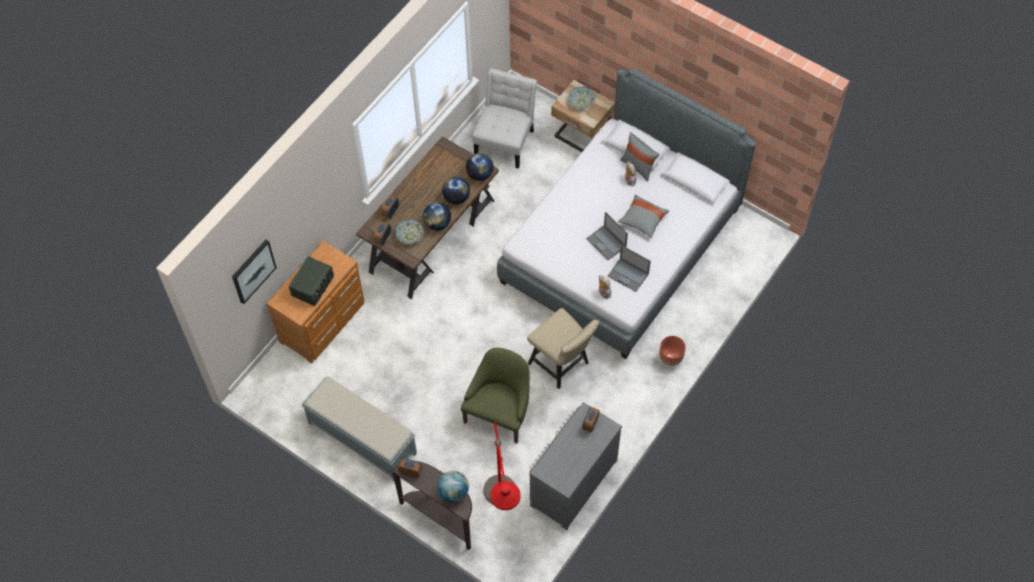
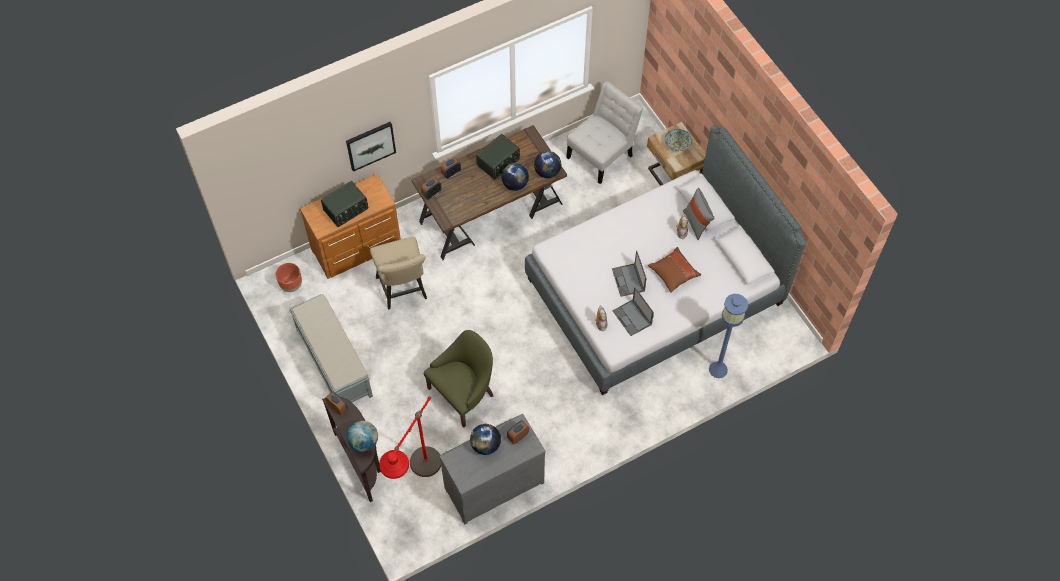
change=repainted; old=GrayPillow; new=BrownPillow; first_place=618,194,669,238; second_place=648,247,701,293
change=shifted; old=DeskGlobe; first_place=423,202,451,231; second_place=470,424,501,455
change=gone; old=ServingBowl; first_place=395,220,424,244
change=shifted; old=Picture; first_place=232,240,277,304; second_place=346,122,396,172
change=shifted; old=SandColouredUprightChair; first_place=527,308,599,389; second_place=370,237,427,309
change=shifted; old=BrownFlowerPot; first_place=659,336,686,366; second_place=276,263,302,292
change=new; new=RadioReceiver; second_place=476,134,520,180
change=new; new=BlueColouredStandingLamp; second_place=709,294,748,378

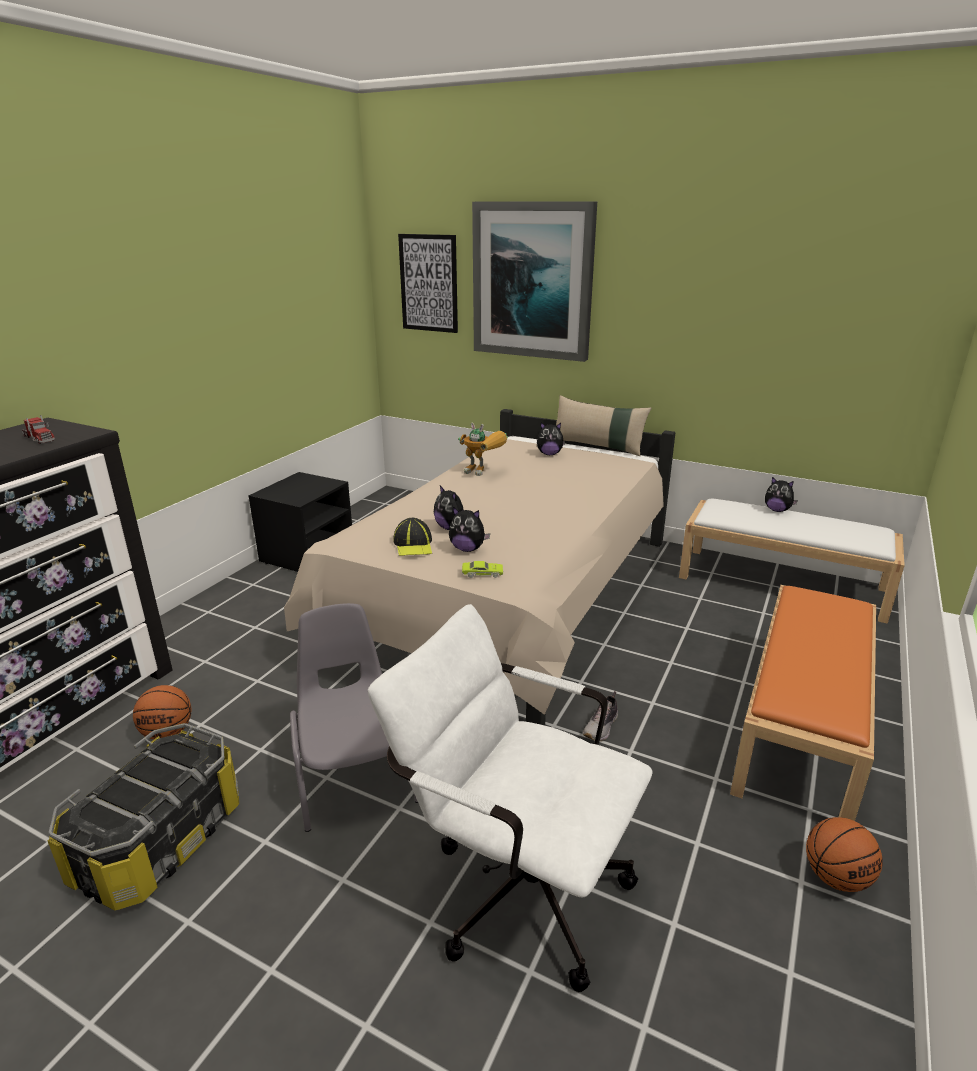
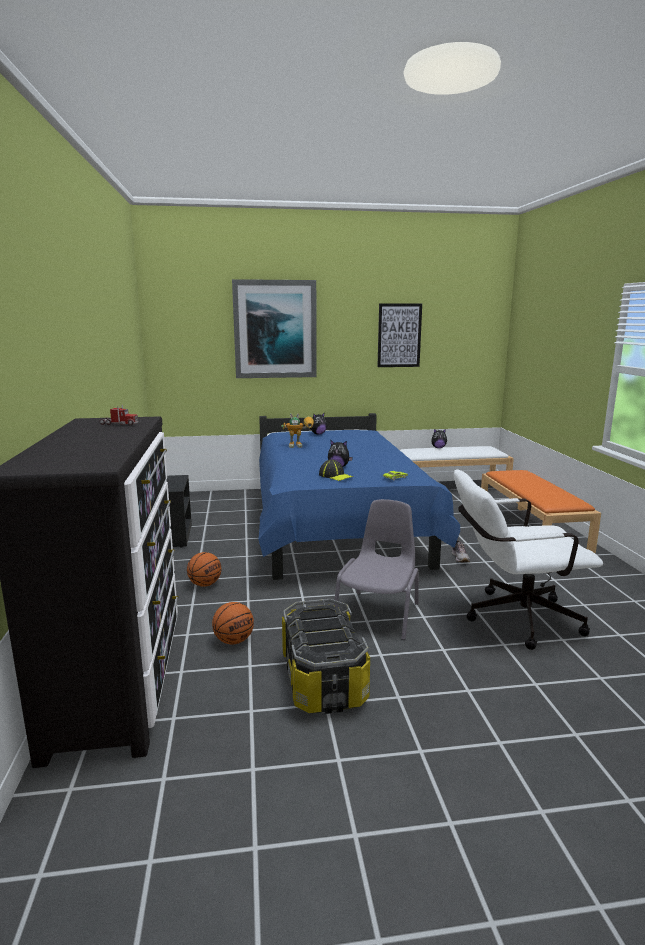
change=shifted; old=Picture; first_place=398,234,458,333; second_place=377,303,422,367
change=gone; old=SandColouredPillow; first_place=556,395,651,456
change=repainted; old=SandColouredSleepingBed; new=BlueColouredSleepingBed; first_place=284,409,675,726; second_place=258,413,460,580
change=gone; old=SoftToy; first_place=449,507,490,552
change=rotated; old=GrayUprightChair; first_place=290,603,418,832; second_place=334,499,419,640; degrees=75
change=shifted; old=BasketballBall; first_place=806,817,883,892; second_place=187,552,221,587

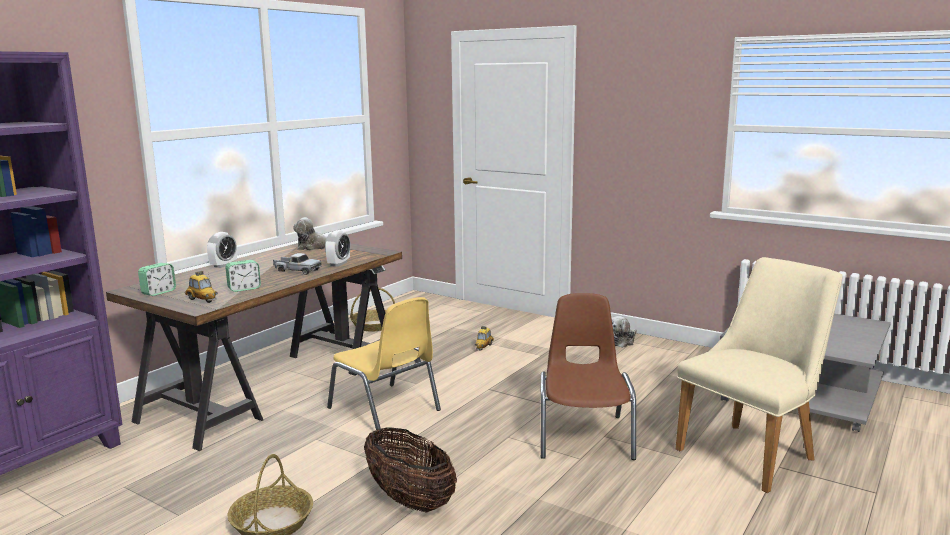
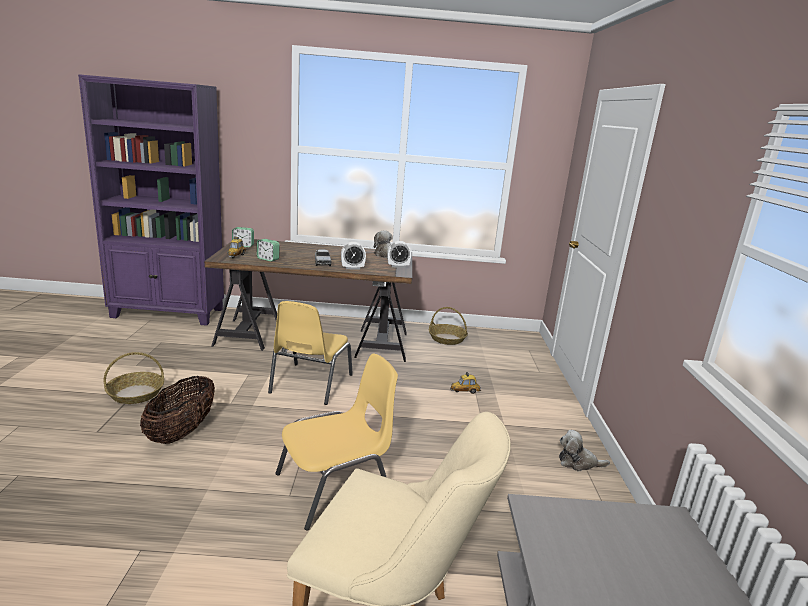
change=shifted; old=AlarmClock; first_place=207,232,237,268; second_place=387,241,411,268
change=repainted; old=BrownUprightChair; new=YellowUprightChair; first_place=540,293,636,460; second_place=275,354,398,531

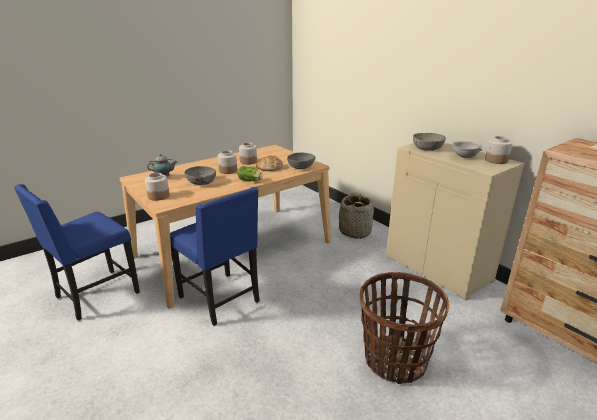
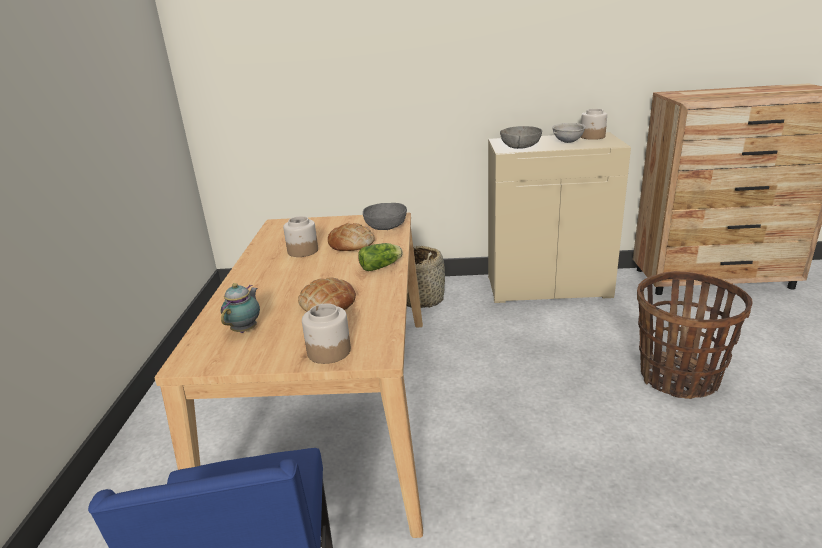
change=gone; old=StorageJar; first_place=218,150,237,174
change=swapped; old=GrayServingBowl; new=BakedBread; first_place=184,166,216,185; second_place=298,278,356,311
change=gone; old=BlueColouredUprightChair; first_place=170,187,260,326

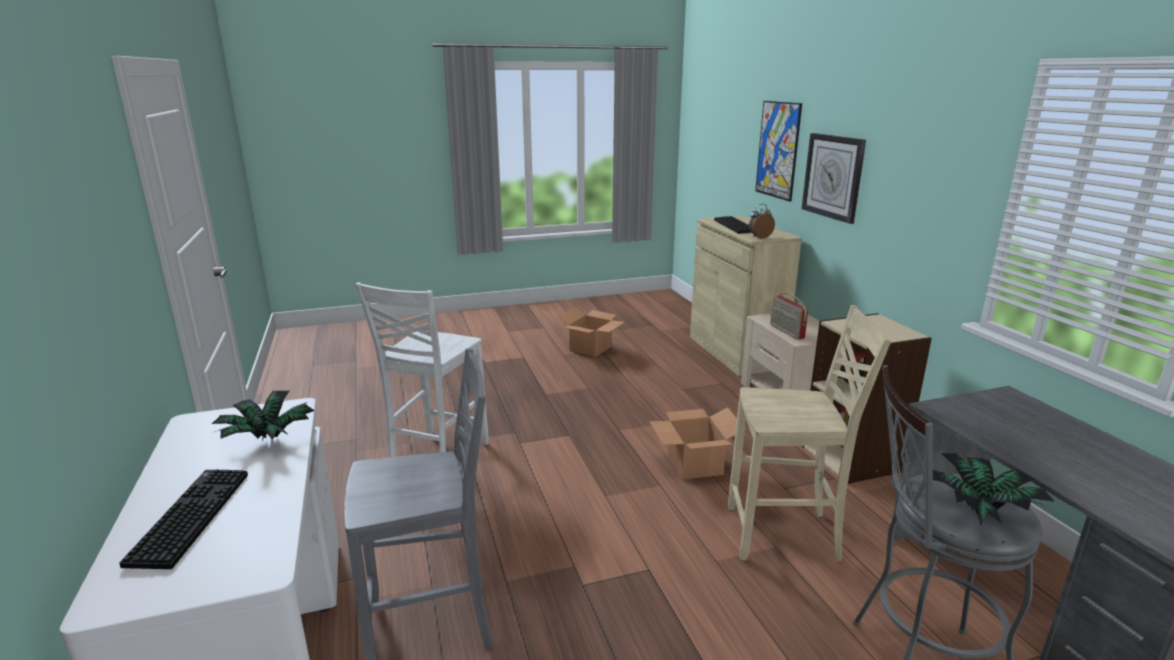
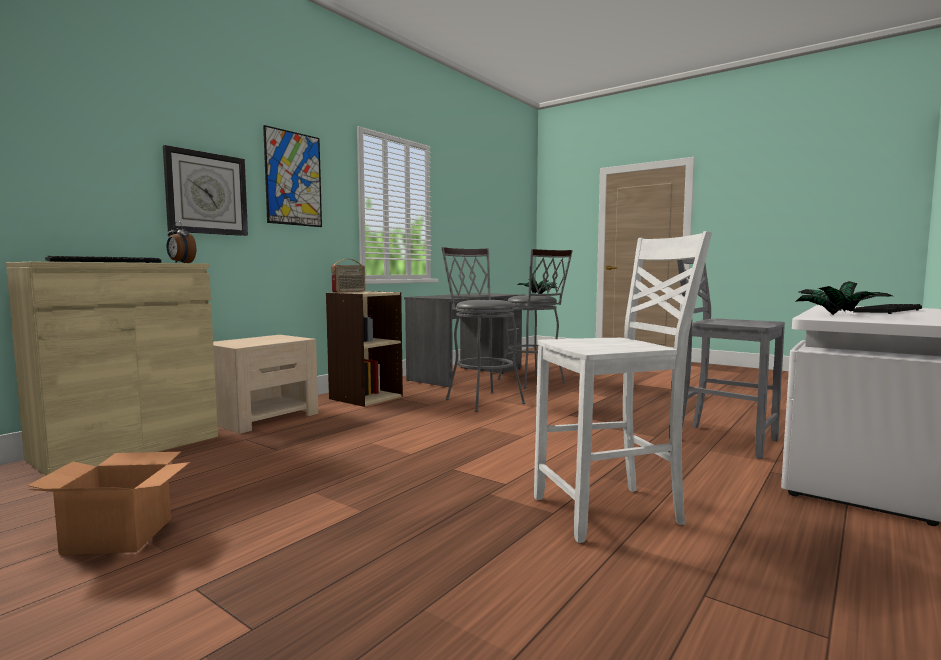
change=shifted; old=Picture; first_place=755,101,802,202; second_place=263,125,322,227
change=shifted; old=RadioReceiver; first_place=770,293,808,340; second_place=331,259,365,293
change=swapped; old=SandColouredUprightChair; new=GrayStoolSeat; first_place=728,305,891,561; second_place=442,247,526,412
change=gone; old=PackingBox; first_place=650,407,746,479

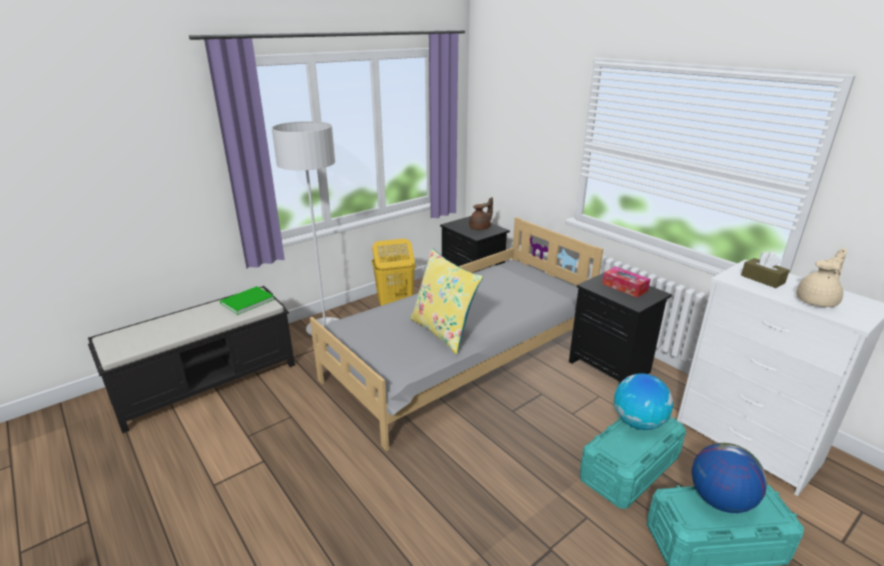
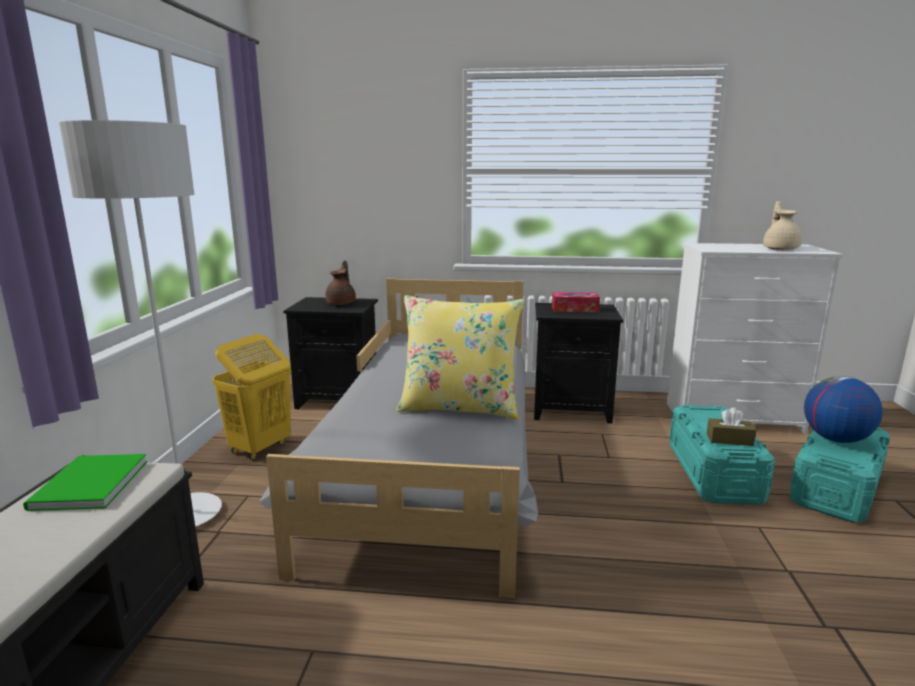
change=shifted; old=BrownTissueBox; first_place=741,252,790,288; second_place=706,407,757,446
change=gone; old=DeskGlobe; first_place=614,373,673,430

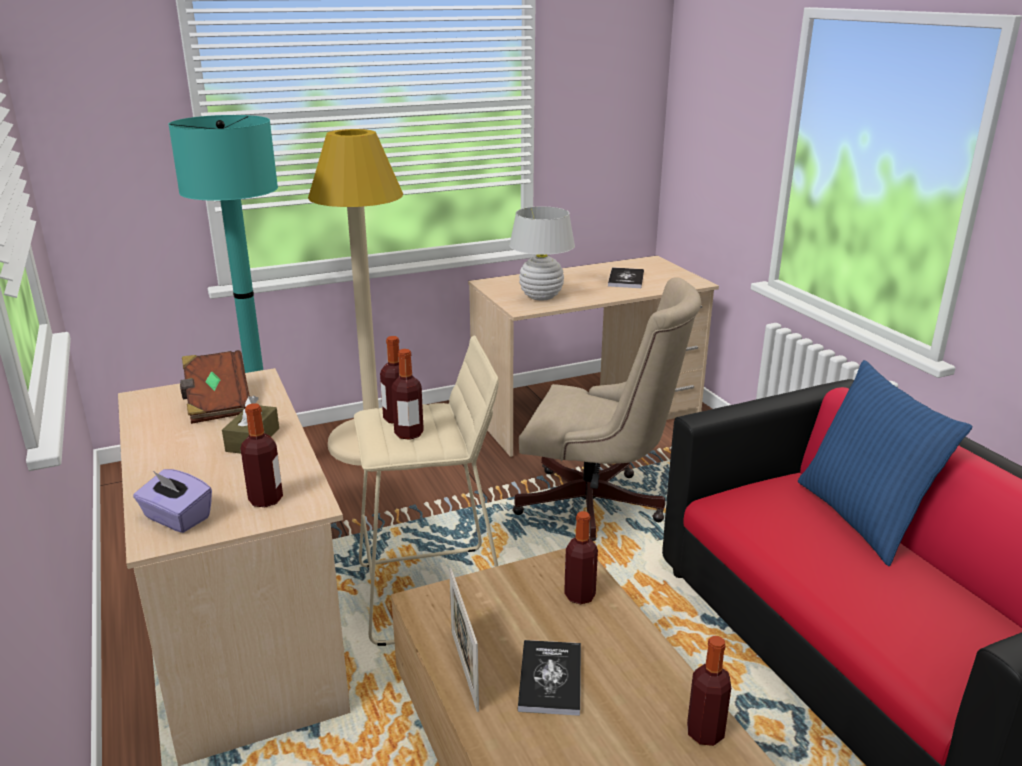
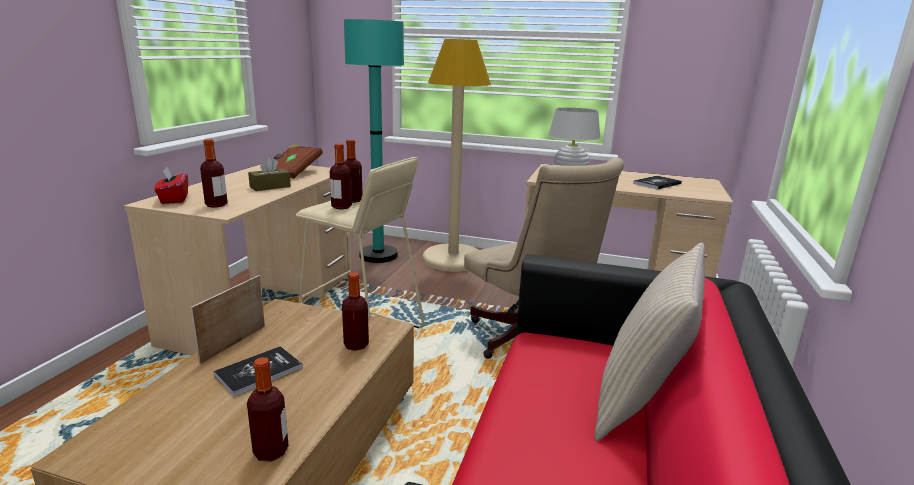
change=repainted; old=BlueColouredPillow; new=SandColouredPillow; first_place=798,360,972,566; second_place=594,242,705,441
change=repainted; old=PurplishTissueBox; new=RedColouredTissueBox; first_place=133,469,212,533; second_place=154,167,188,204

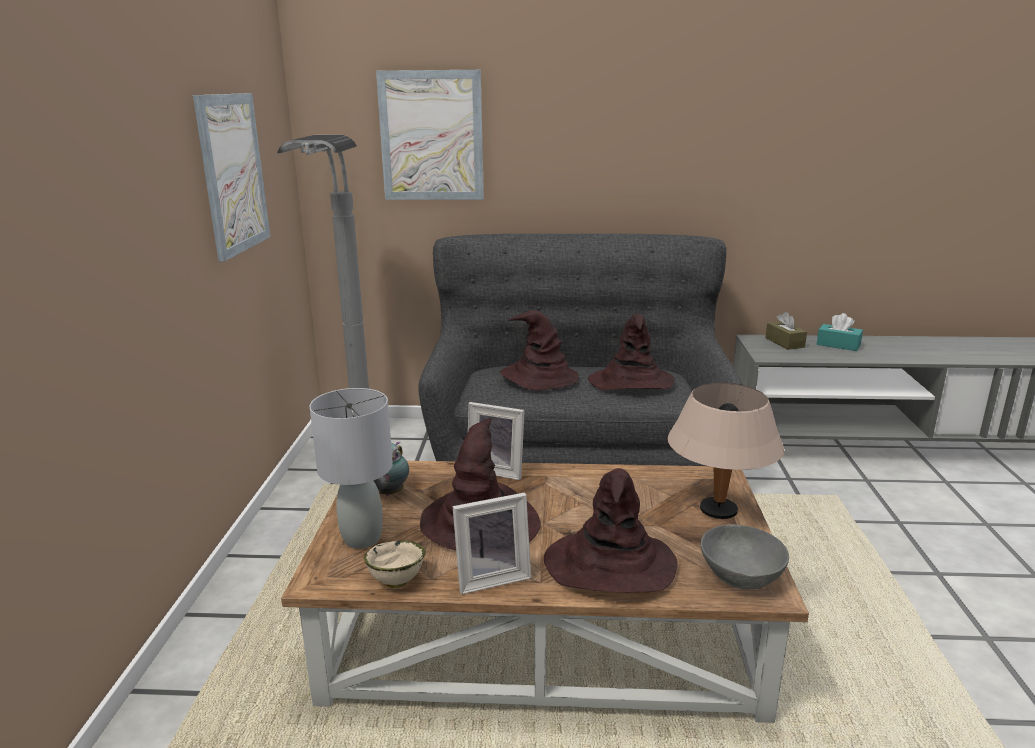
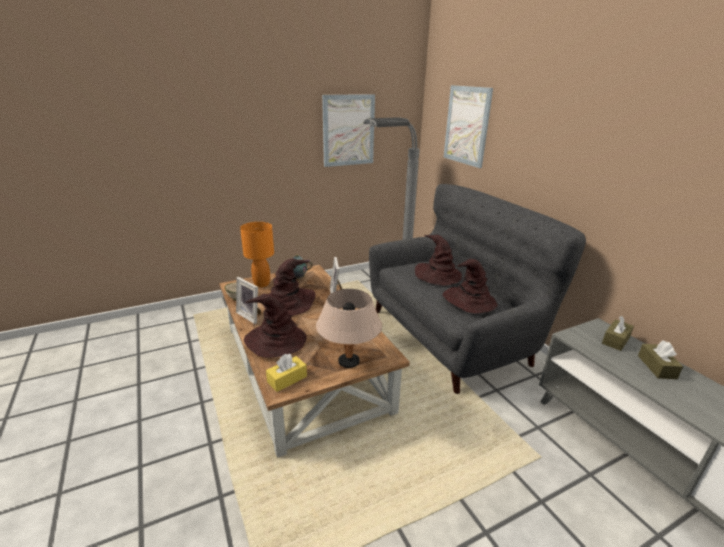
change=repainted; old=TurquoiseTissueBox; new=BrownTissueBox; first_place=817,313,863,351; second_place=638,340,683,379
change=repainted; old=GrayLampForATable; new=OrangeColouredLampForATable; first_place=310,388,393,549; second_place=240,222,274,287
change=swapped; old=GrayServingBowl; new=YellowTissueBox; first_place=701,524,789,590; second_place=266,354,307,392

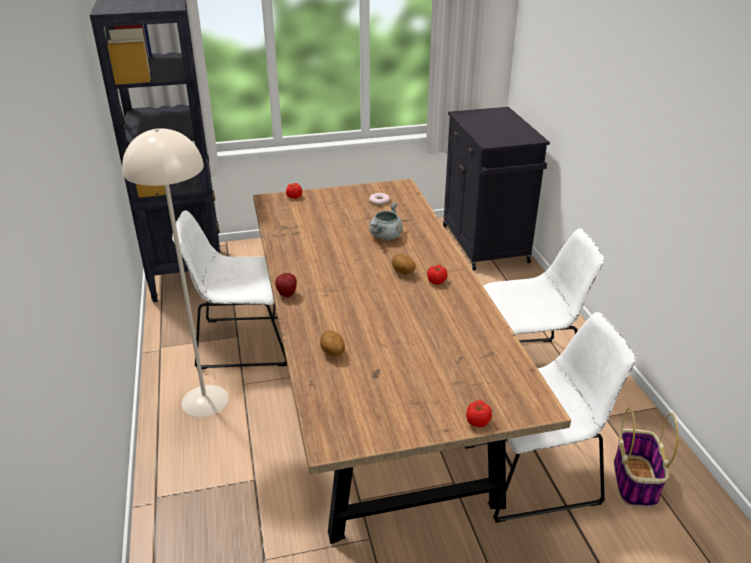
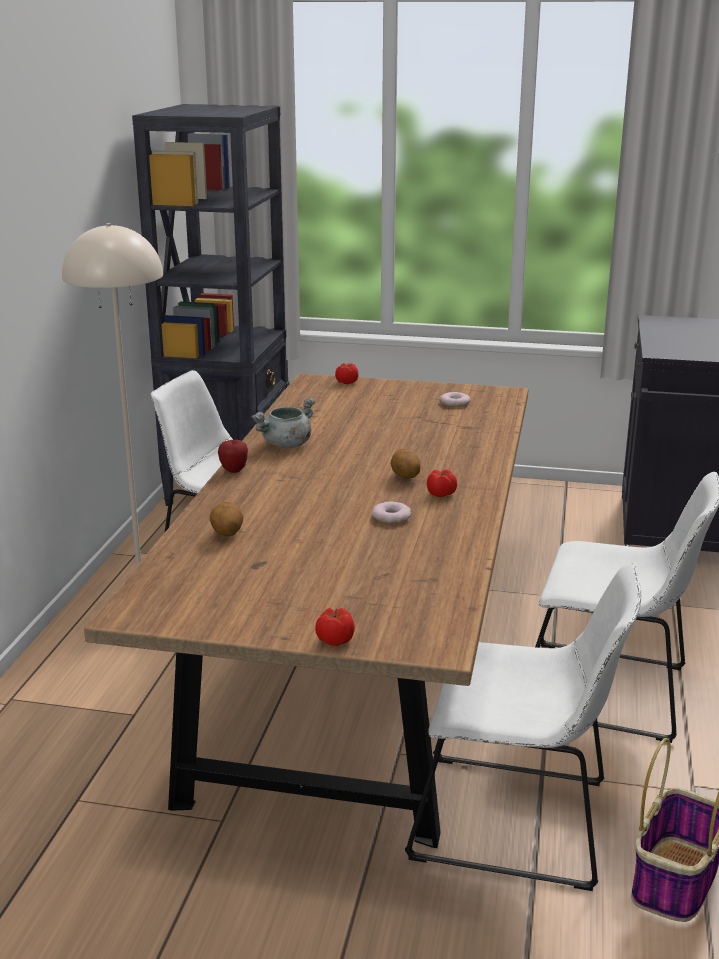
change=shifted; old=GrayCookingPot; first_place=369,202,403,240; second_place=251,398,315,448
change=new; new=RingDoughnut; second_place=372,502,411,524

